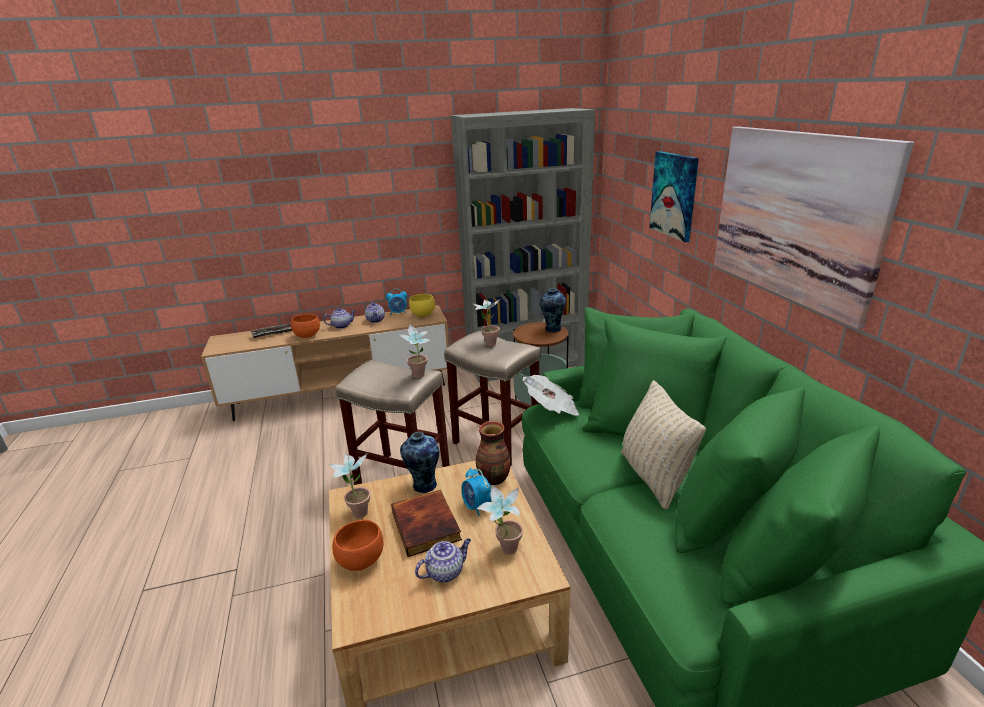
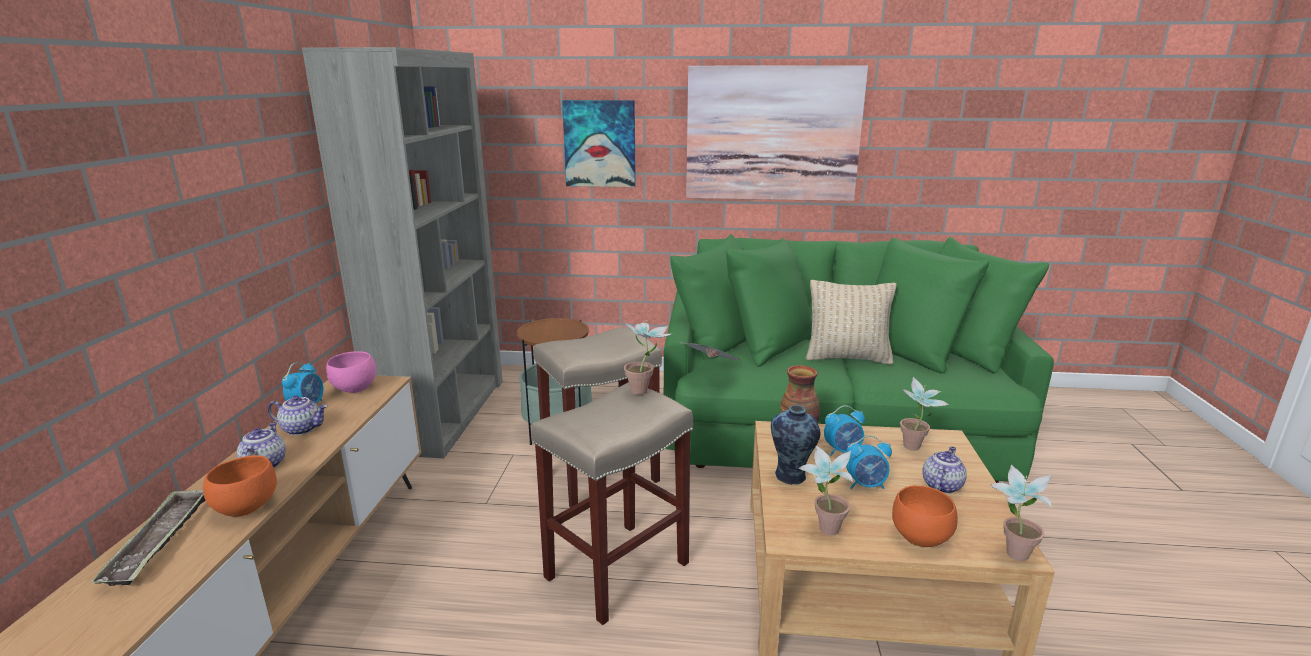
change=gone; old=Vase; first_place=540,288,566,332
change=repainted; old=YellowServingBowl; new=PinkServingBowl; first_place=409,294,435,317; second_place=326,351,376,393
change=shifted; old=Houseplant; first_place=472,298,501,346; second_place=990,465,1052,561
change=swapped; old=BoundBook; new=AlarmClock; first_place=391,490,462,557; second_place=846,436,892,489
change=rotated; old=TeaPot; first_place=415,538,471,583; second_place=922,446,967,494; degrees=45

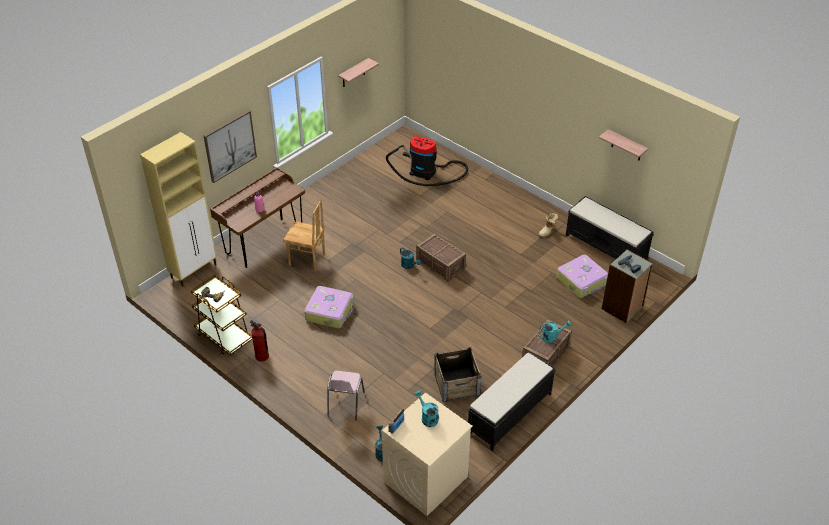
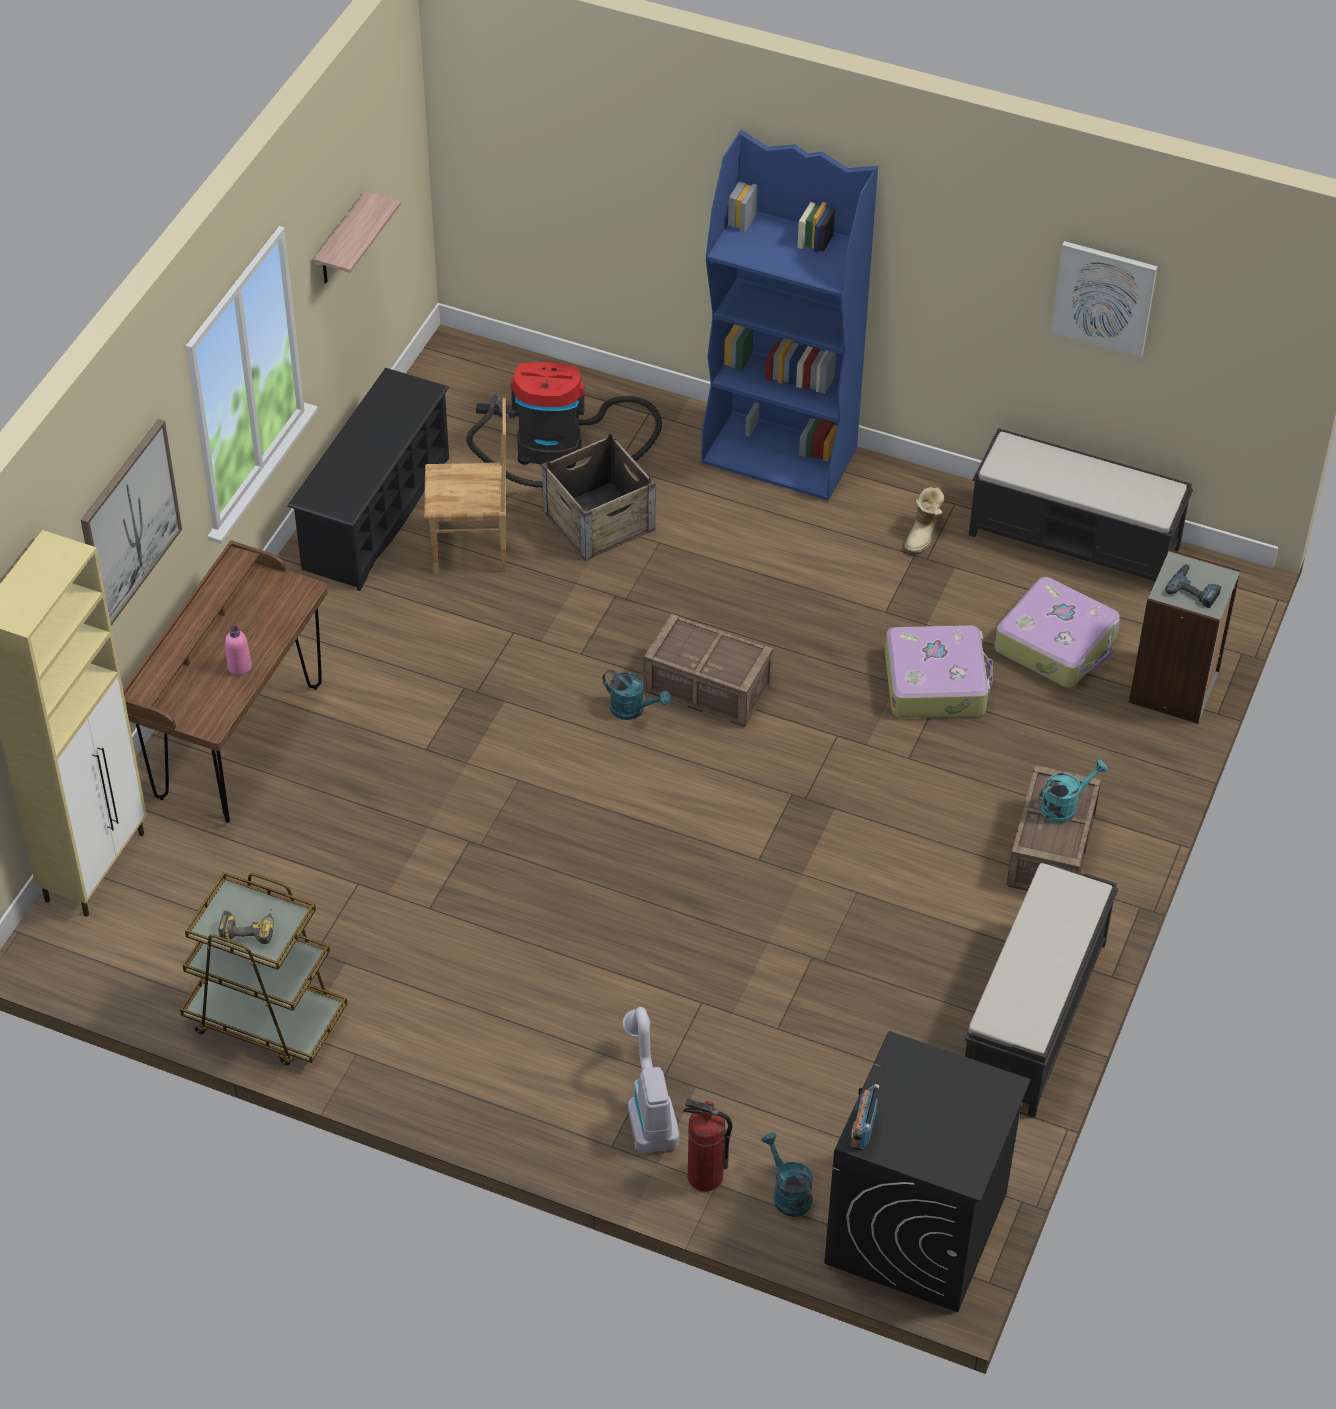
change=swapped; old=BracketShelf; new=Picture; first_place=599,129,648,160; second_place=1051,241,1158,357
change=shifted; old=BrownUprightChair; first_place=283,200,325,271; second_place=424,398,506,574
change=shifted; old=Suitcase; first_place=304,286,354,328; second_place=885,625,993,718
change=shifted; old=FireExtinguisher; first_place=250,320,269,361; second_place=683,1099,733,1192
change=shifted; old=PackingCrate; first_place=434,347,481,402; second_place=542,434,656,561
change=swapped; old=PinkUprightChair; new=Hoover; first_place=327,371,365,421; second_place=622,1007,679,1153
change=gone; old=TurquoiseSprinklingCan; first_place=415,391,439,427
change=repainted; old=SandColouredWashingMachine; new=BlackColouredWashingMachine; first_place=382,393,473,516; second_place=824,1031,1031,1312
change=new; new=BlueColouredBookshelf; second_place=701,130,878,501
change=new; new=BlackColouredShoeStand; second_place=287,368,449,591

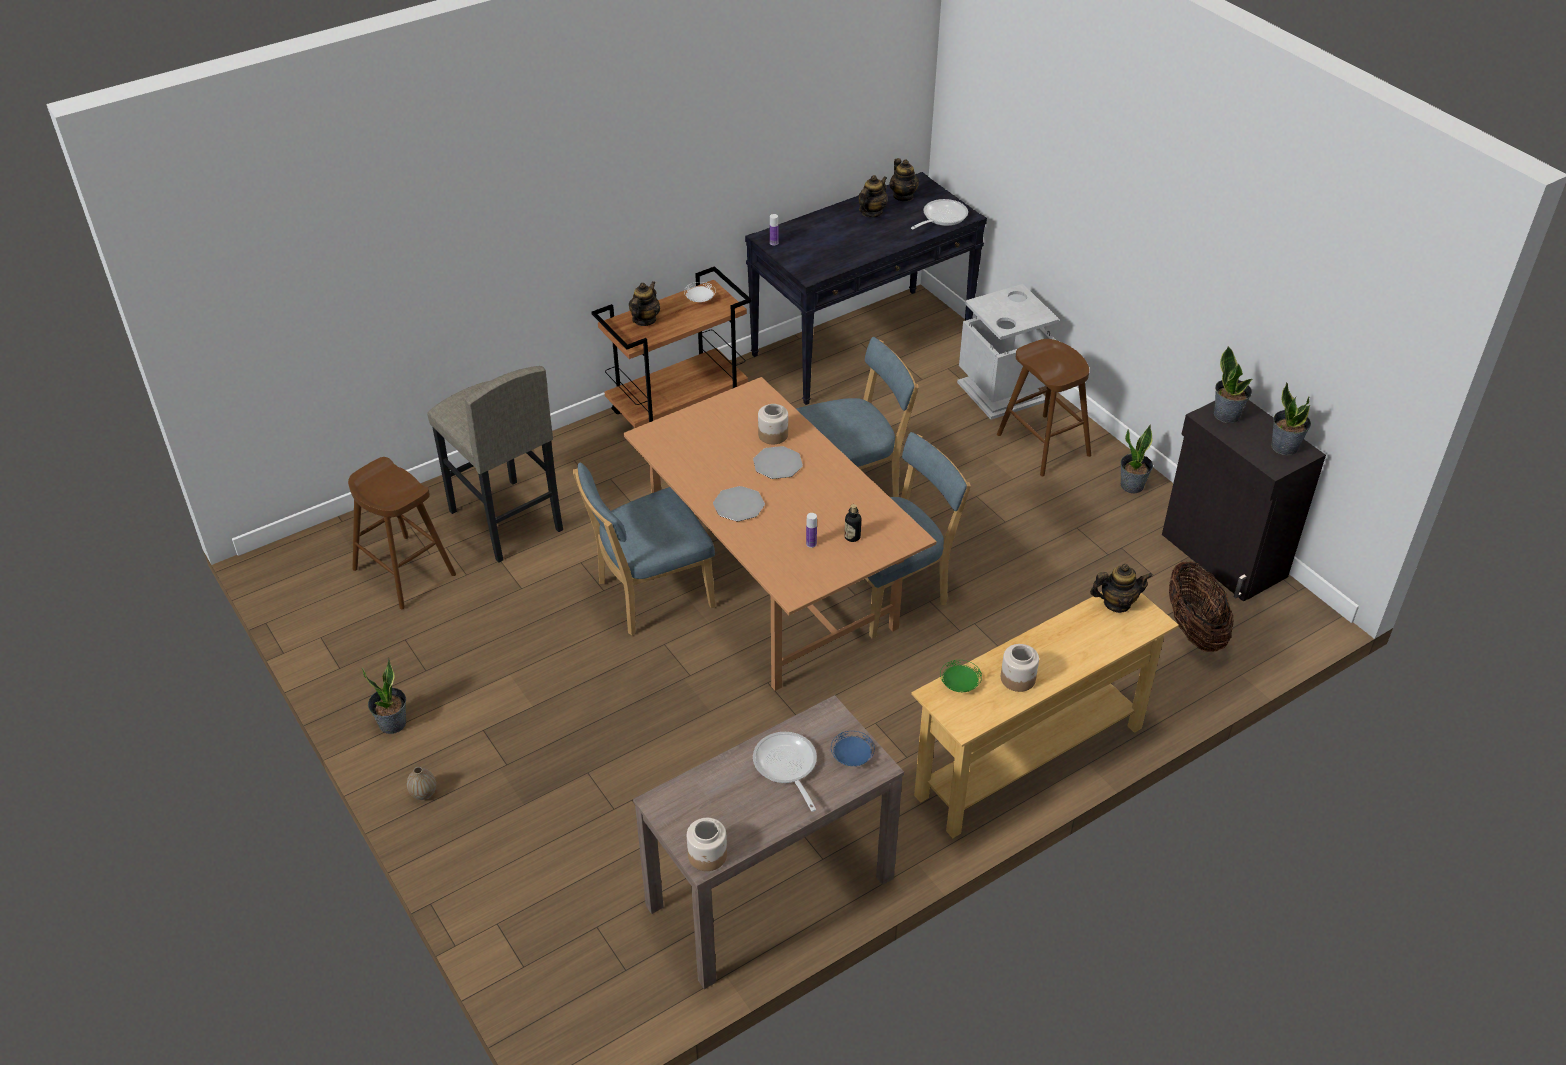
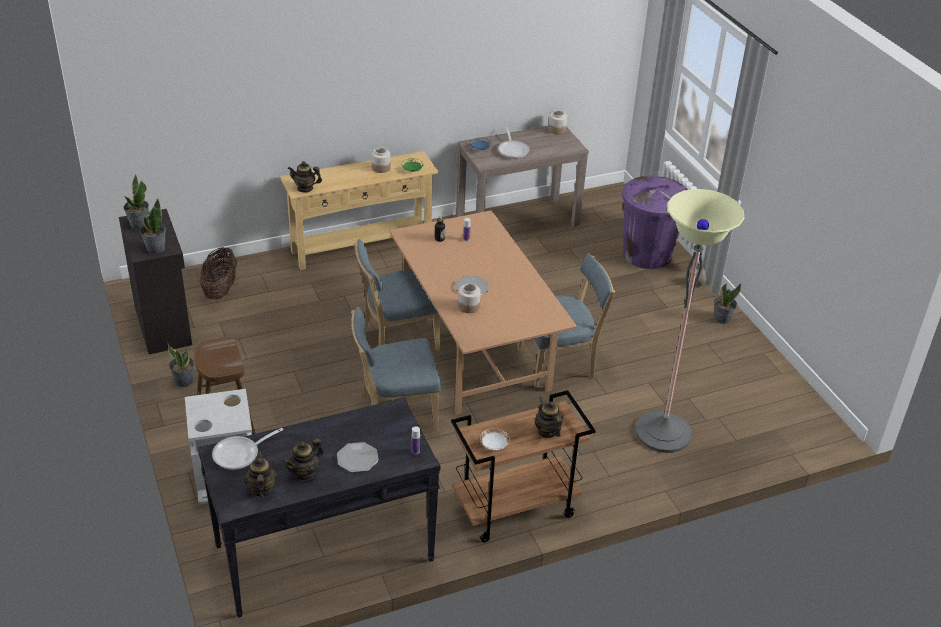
change=rotated; old=TeaPot; first_place=629,281,660,326; second_place=535,397,563,438; degrees=120
change=swapped; old=GrayStoolSeat; new=StandingLamp; first_place=427,366,563,563; second_place=636,189,745,453
change=gone; old=BrownStoolSeat; first_place=348,457,456,609
change=shifted; old=DinnerPlate; first_place=713,486,765,521; second_place=337,442,379,472
change=new; new=PurplishTrashCan; second_place=622,176,688,269

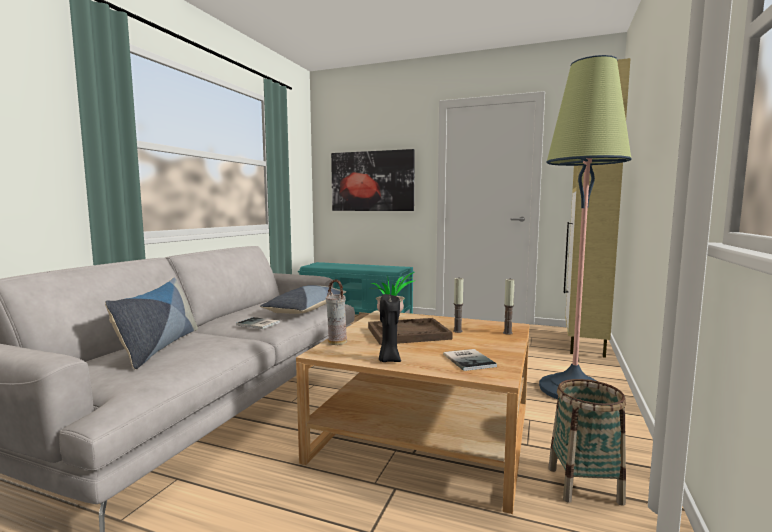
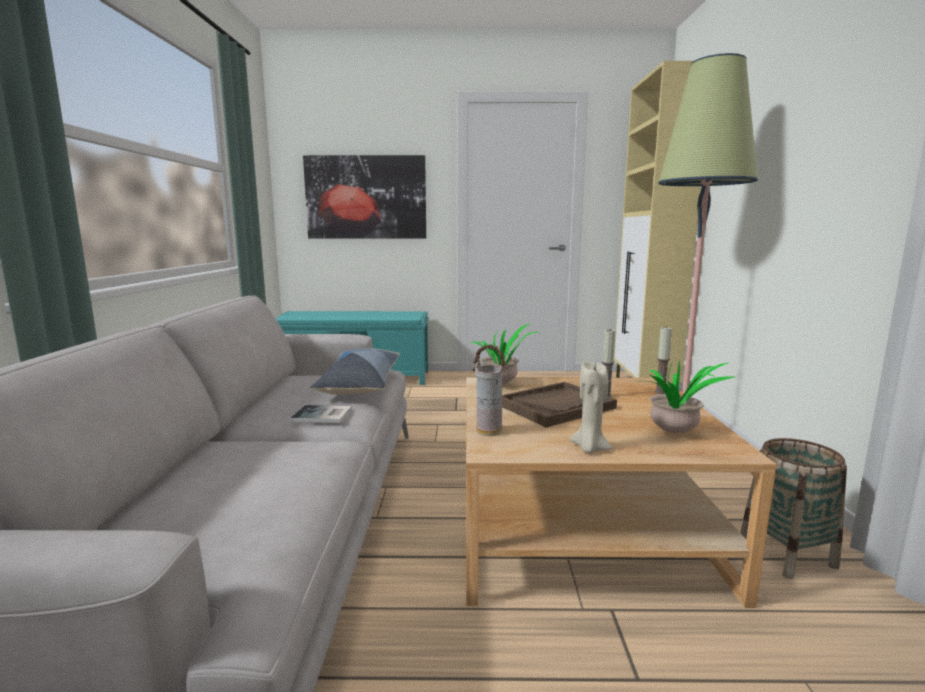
change=gone; old=Pillow; first_place=105,277,198,369
change=repainted; old=BlackColouredWaxLight; new=SandColouredWaxLight; first_place=379,294,401,362; second_place=570,361,612,453
change=swapped; old=BoundBook; new=Houseplant; first_place=443,349,497,371; second_place=647,360,734,433

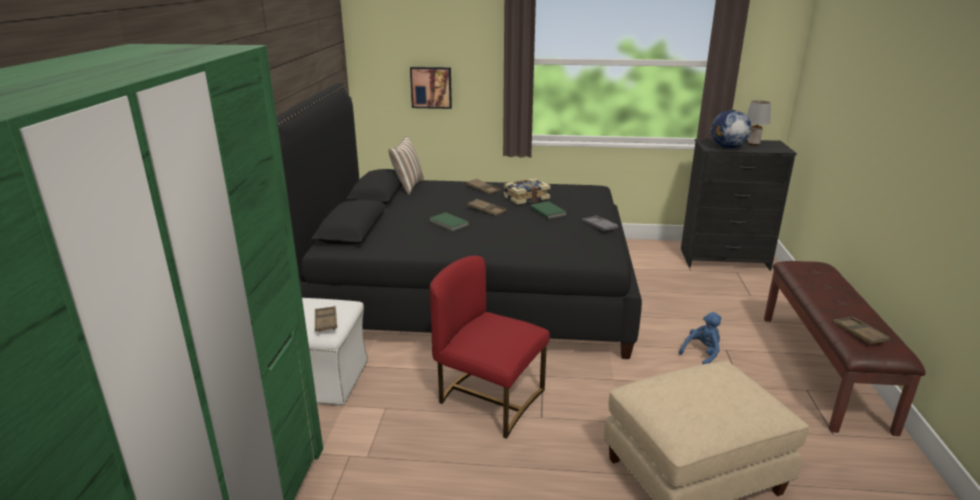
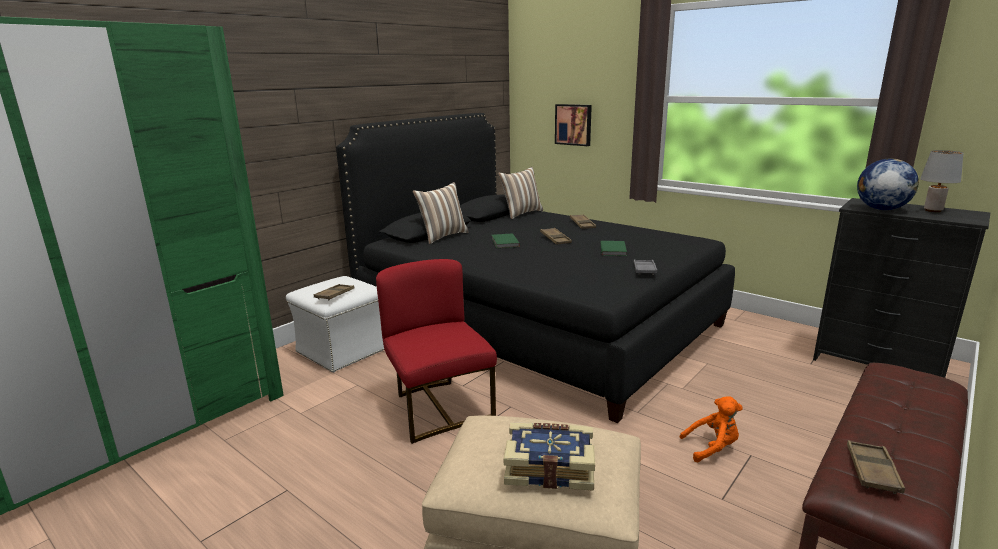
change=shifted; old=BoundBook; first_place=504,178,551,205; second_place=504,423,595,491
change=repainted; old=BlueColouredSoftToy; new=OrangeColouredSoftToy; first_place=679,312,722,364; second_place=680,396,743,462
change=new; new=Pillow; second_place=413,182,468,244

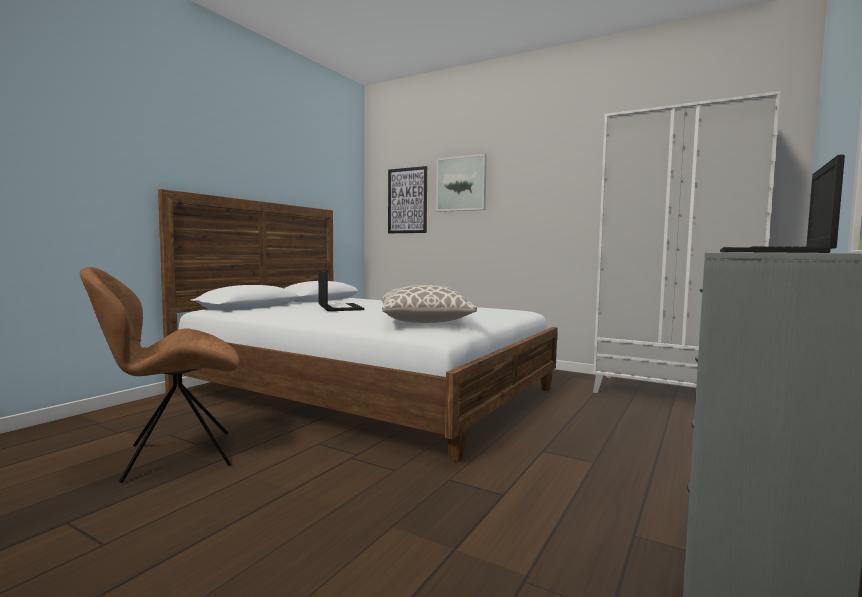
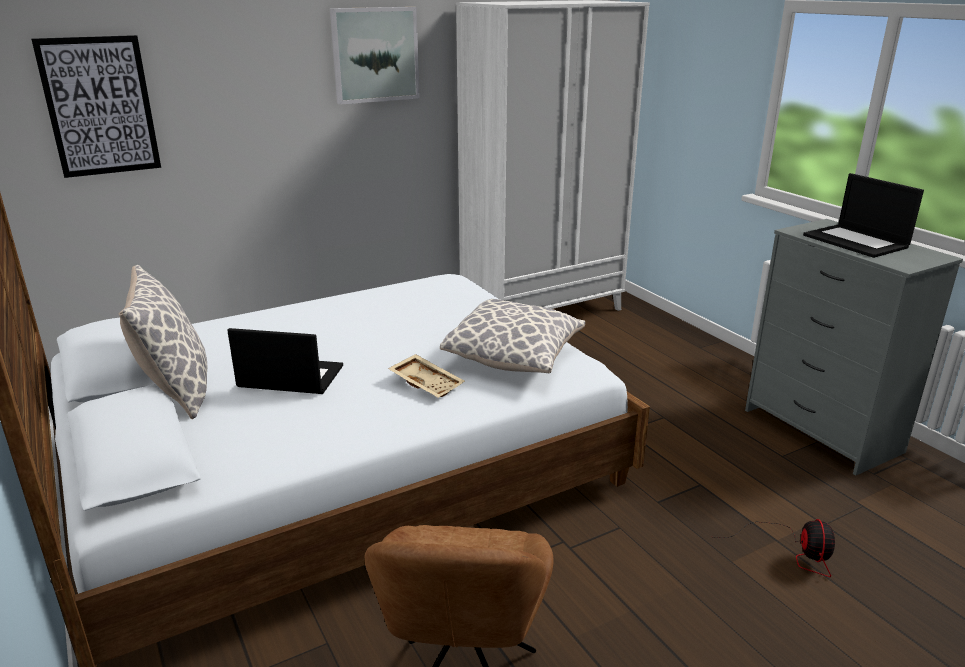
change=shifted; old=Picture; first_place=436,154,487,212; second_place=330,7,420,105
change=new; new=Pillow; second_place=119,265,207,419
change=new; new=SandColouredServingTray; second_place=388,354,465,398
change=new; new=CoolingFan; second_place=715,519,835,577

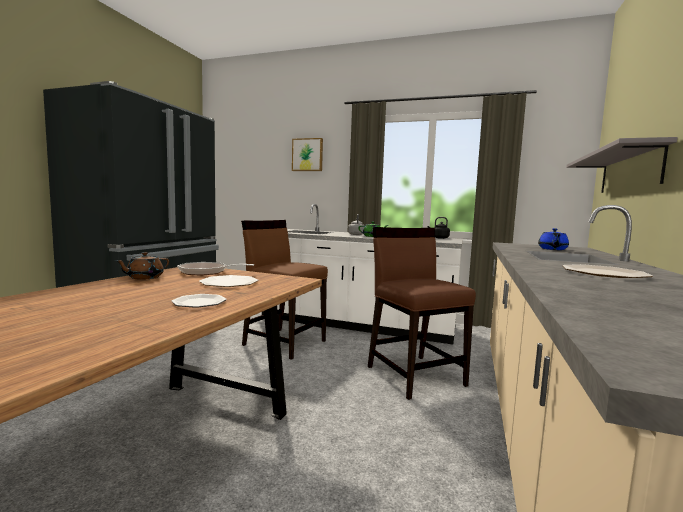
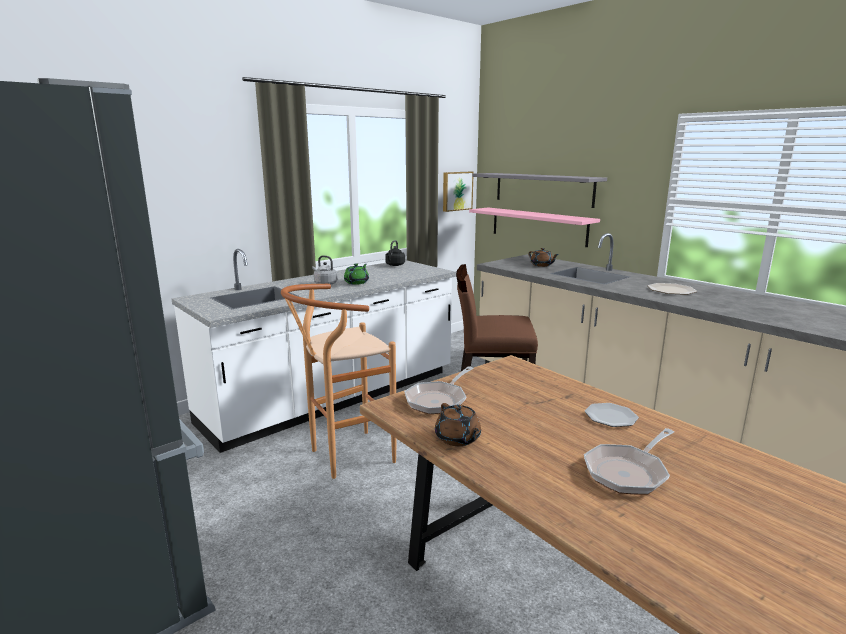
change=shifted; old=Picture; first_place=292,138,323,171; second_place=443,172,474,212
change=swapped; old=BrownUprightChair; new=BrownStoolSeat; first_place=241,220,328,360; second_place=281,284,397,479
change=repainted; old=BlueColouredTeaPot; new=BrownTeaPot; first_place=538,228,569,250; second_place=528,248,559,267
change=gone; old=DinnerPlate; first_place=199,275,259,287
change=new; new=PinkBracketShelf; second_place=469,207,600,247
change=new; new=Pan; second_place=584,428,674,495

